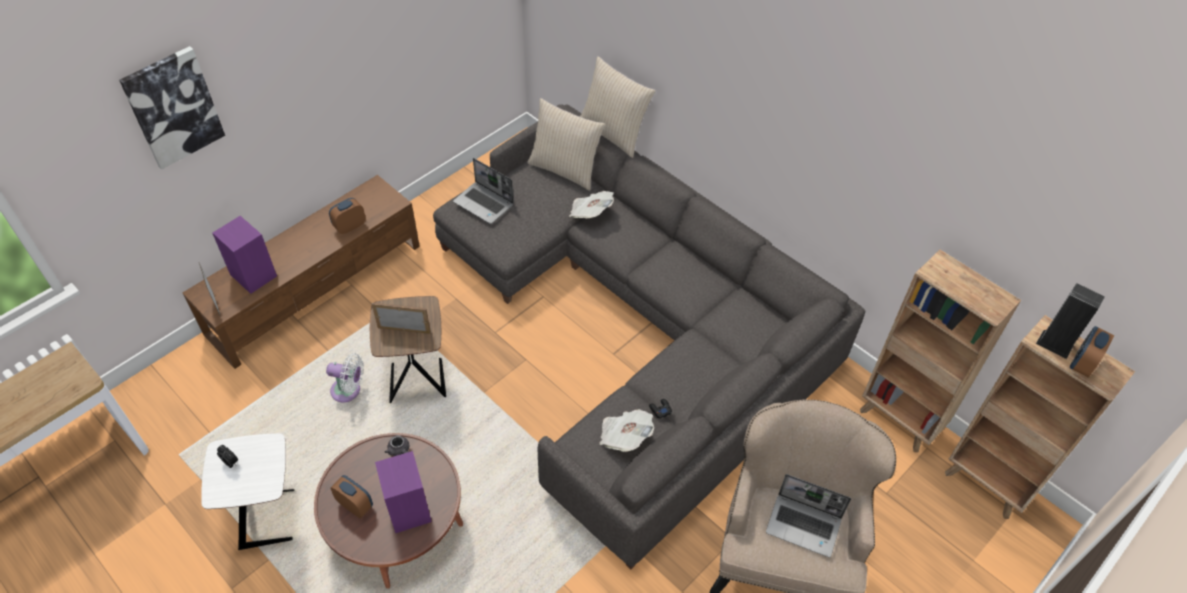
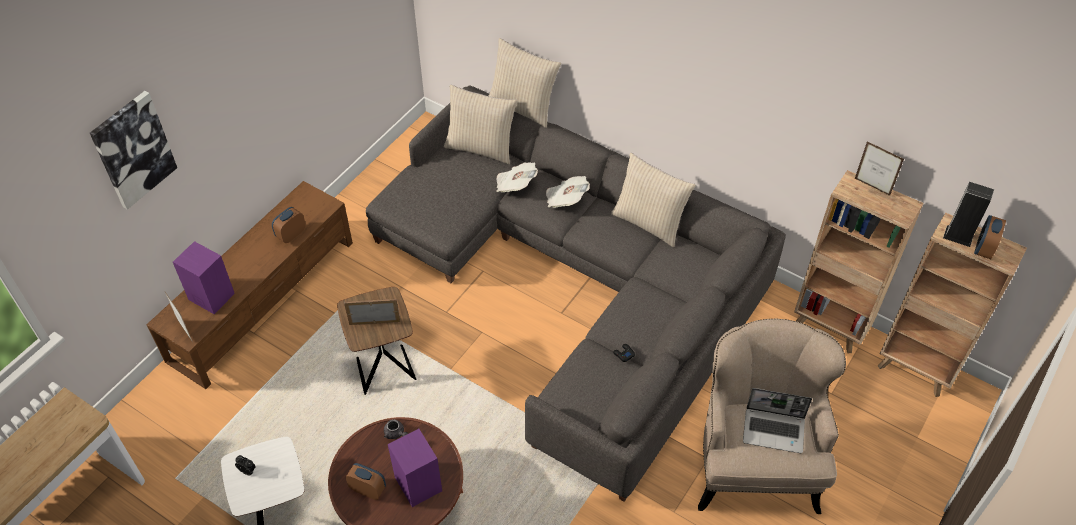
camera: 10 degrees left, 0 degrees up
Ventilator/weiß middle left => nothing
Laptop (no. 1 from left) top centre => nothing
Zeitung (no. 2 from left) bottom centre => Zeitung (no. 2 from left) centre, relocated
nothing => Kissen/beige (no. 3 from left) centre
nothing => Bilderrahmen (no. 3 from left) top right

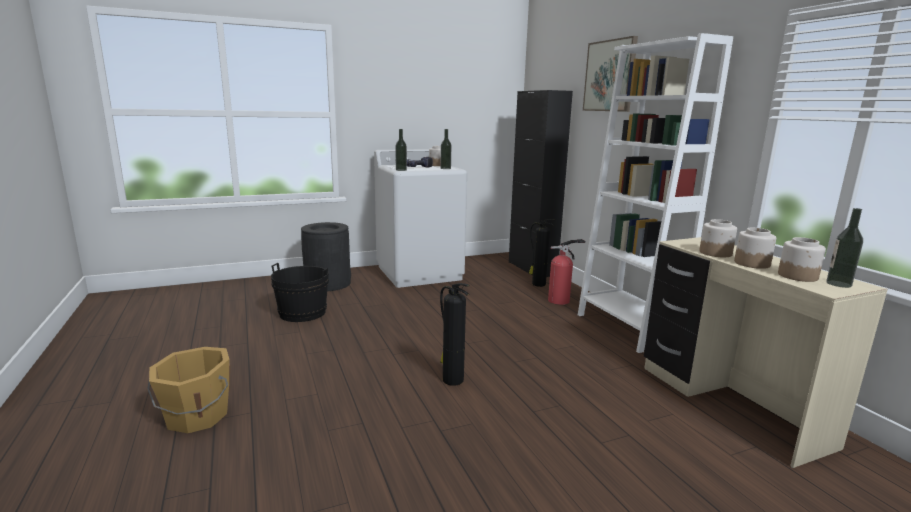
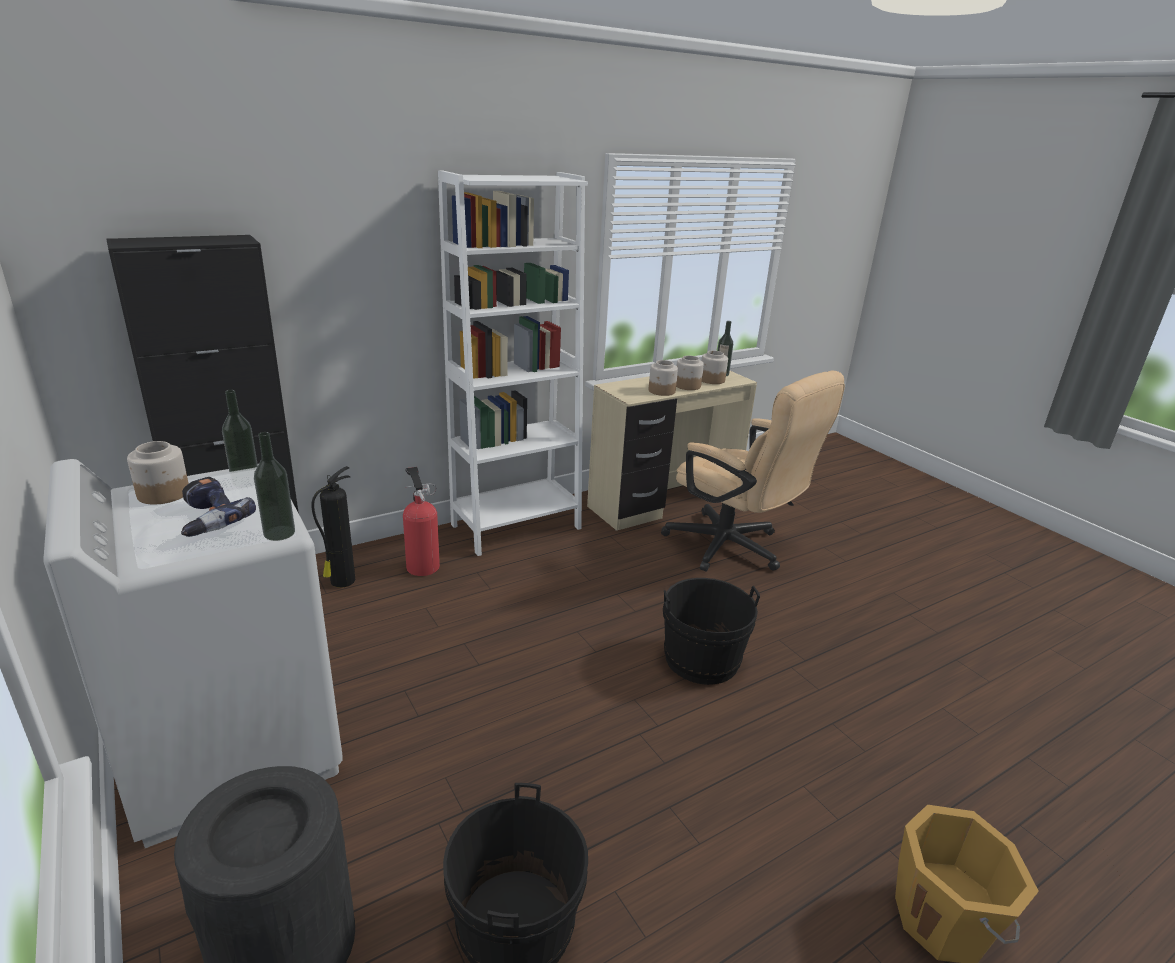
camera: 100 degrees left, 10 degrees up
Feuerlöscher (no. 1 from left) centre => Eimer/schwarz (no. 2 from left) centre
Bild top right => nothing
nothing => Bürostuhl/beige centre

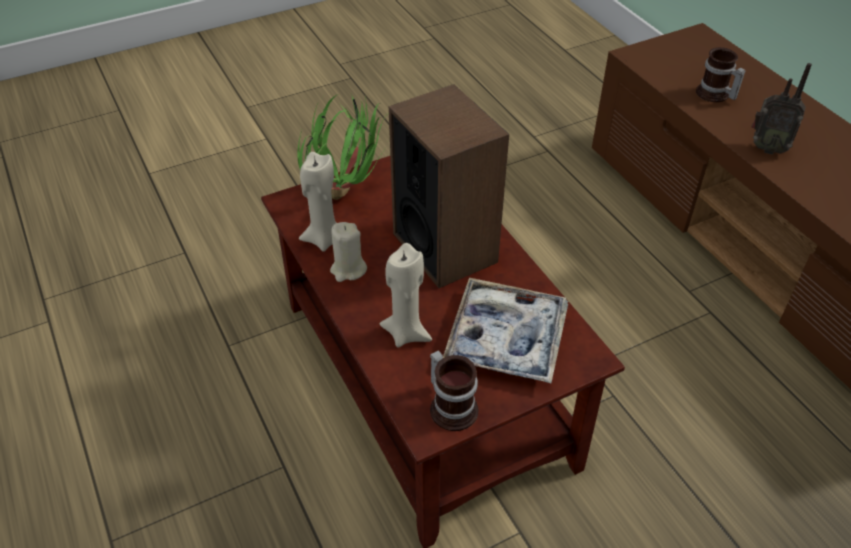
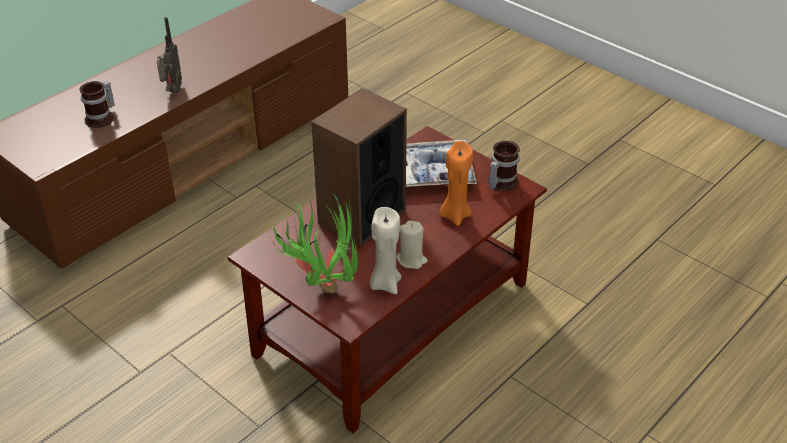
camera: 110 degrees left, 5 degrees down
Kerze/beige (no. 3 from left) centre => Kerze/orange centre

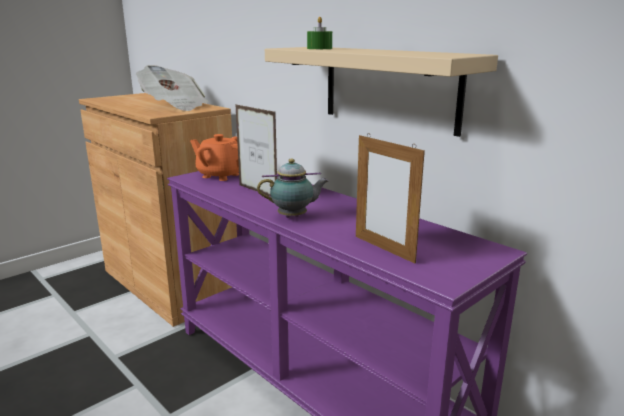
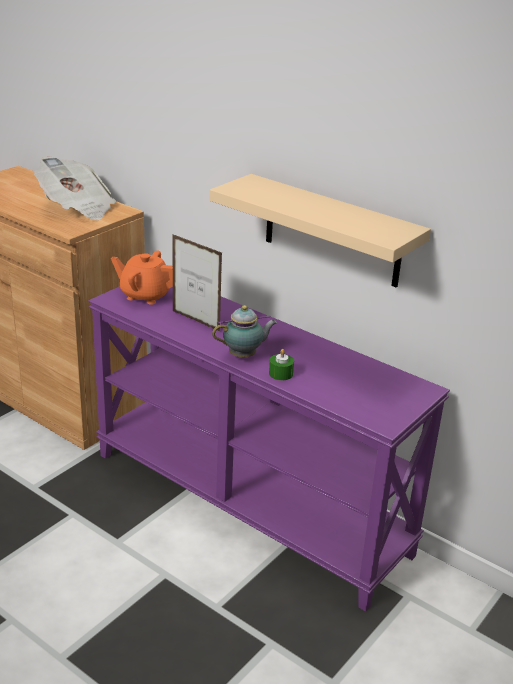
camera: 10 degrees left, 10 degrees up
Kerze/grün top centre => Kerze/grün centre, relocated
Bilderrahmen (no. 2 from left) centre => nothing

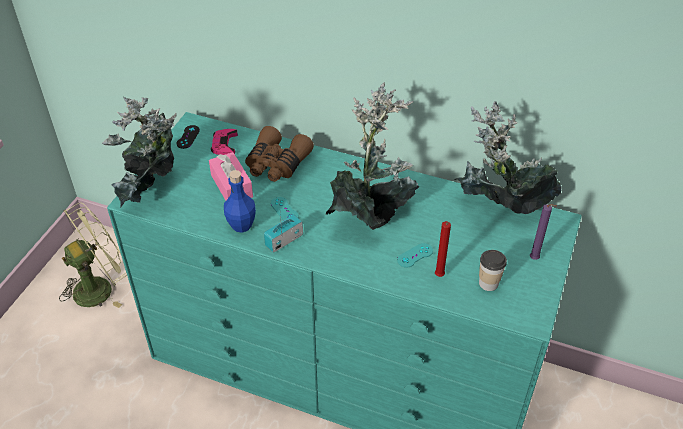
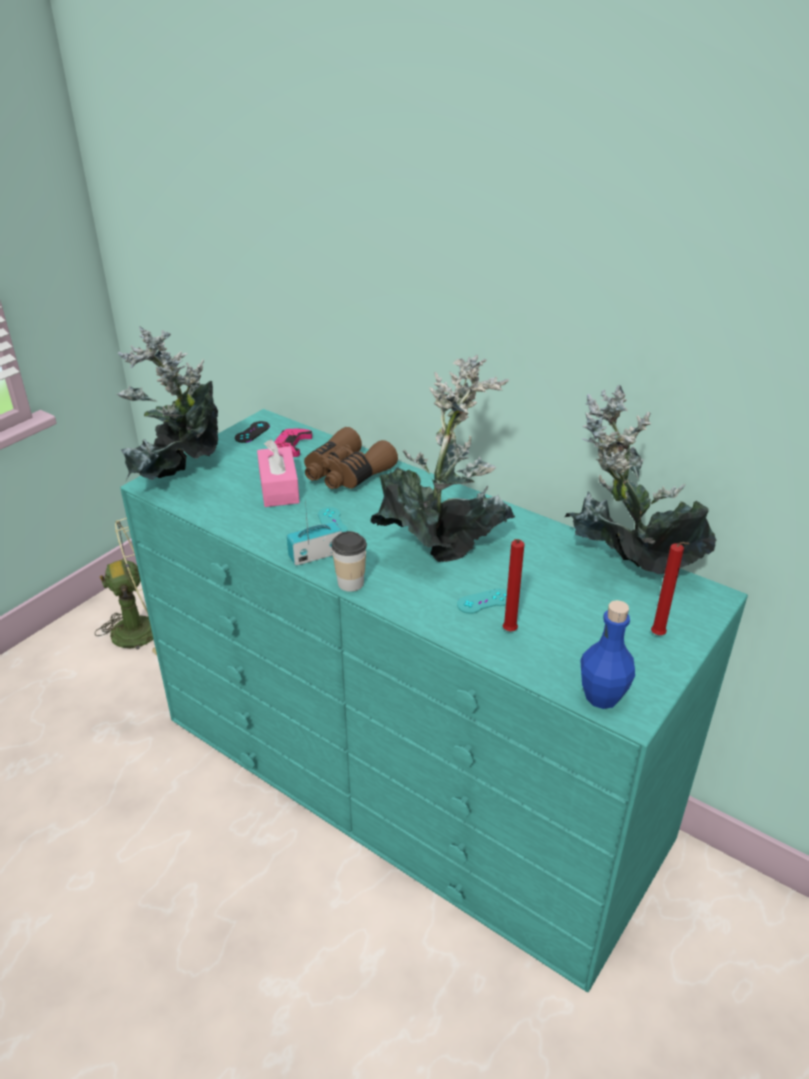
camera: 15 degrees right, 10 degrees down
Flasche/blau centre => Flasche/blau middle right, relocated
Tasse middle right => Tasse centre, relocated
Kerze/lila middle right => Kerze/rot (no. 2 from left) middle right

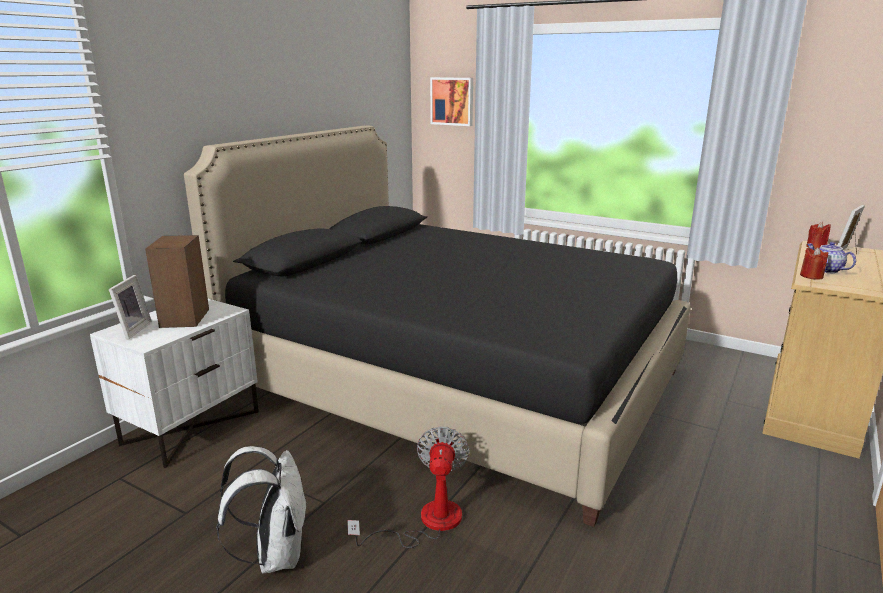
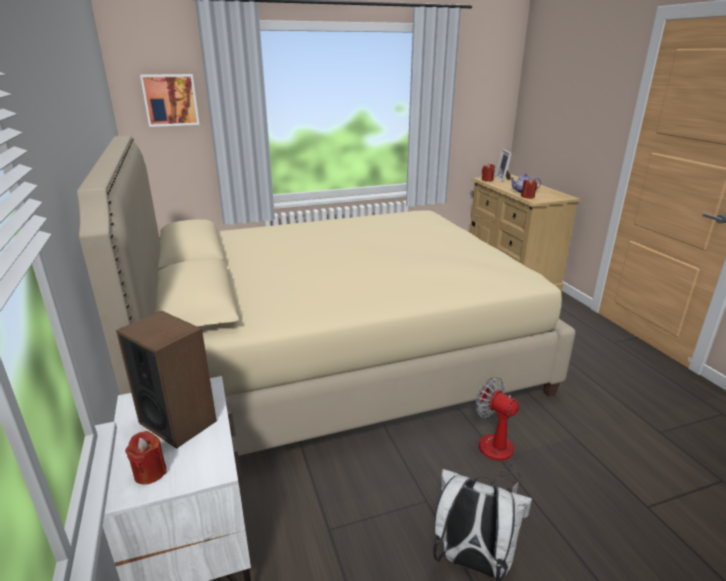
camera: 50 degrees left, 5 degrees up
Bilderrahmen (no. 1 from left) middle left => Kerze/rot (no. 1 from left) bottom left
Bett/schwarz centre => Bett/beige centre

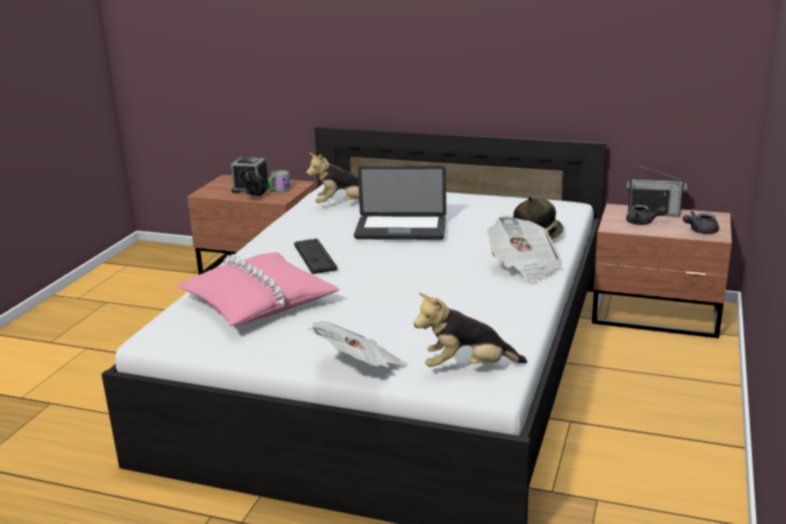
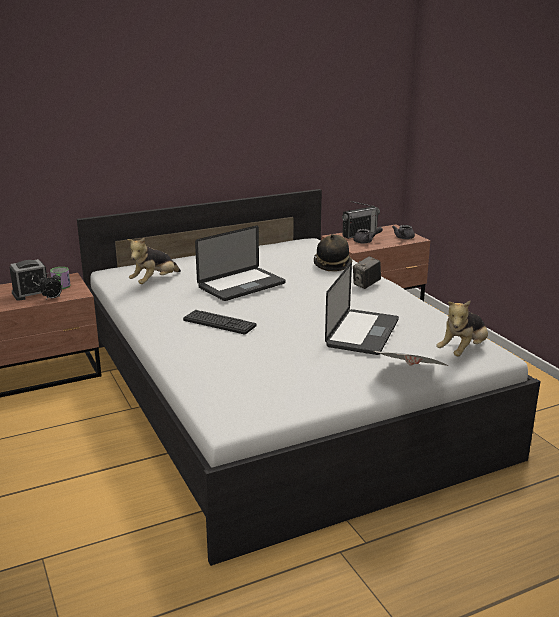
camera: 45 degrees left, 0 degrees up
Kissen/rosa middle left => nothing
Zeitung (no. 2 from left) middle right => Kamera centre
nothing => Laptop (no. 2 from left) centre

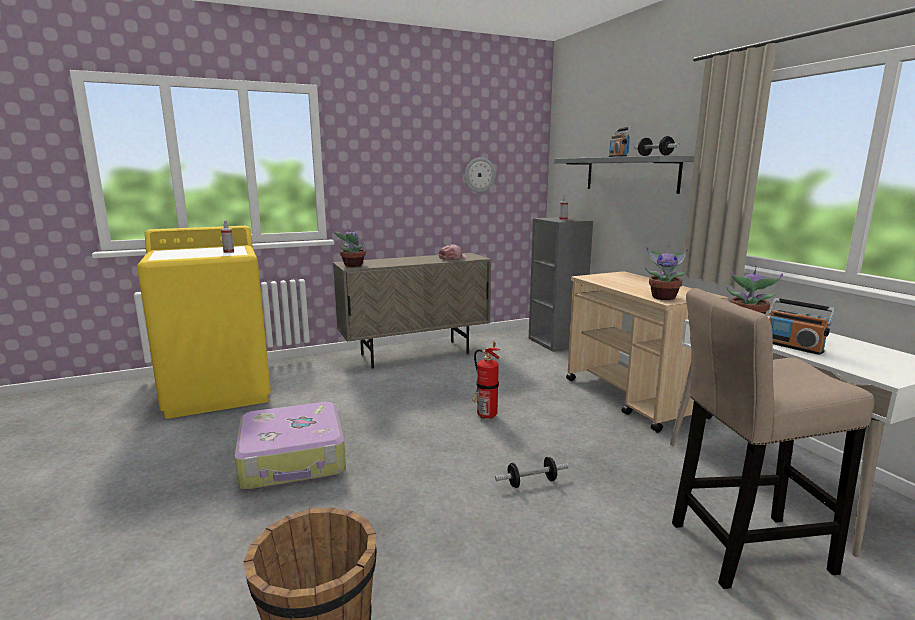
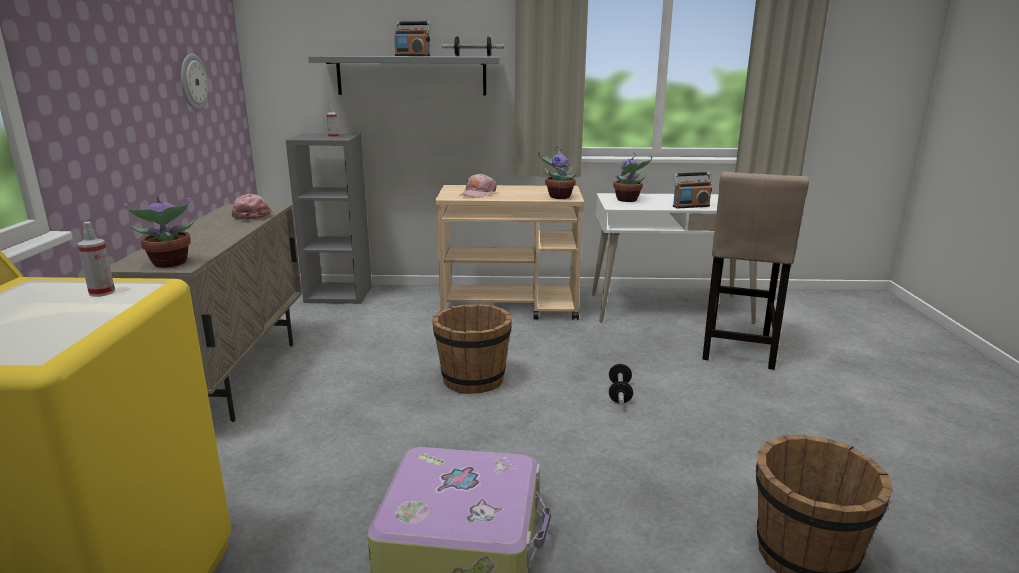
camera: 65 degrees left, 5 degrees up
Feuerlöscher centre => Eimer/braun (no. 1 from left) centre
nothing => Kappe/rosa (no. 2 from left) top centre

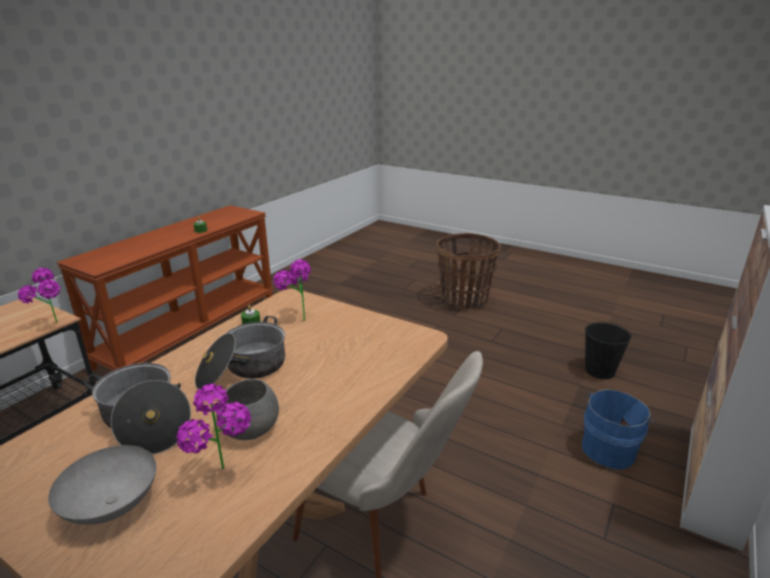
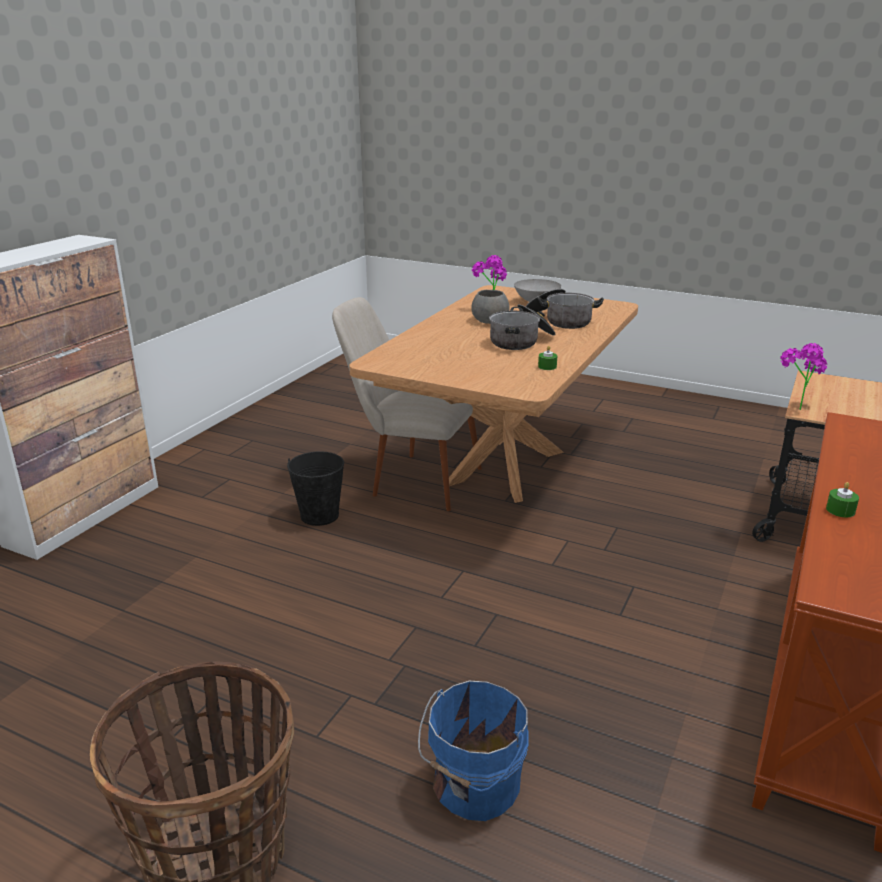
camera: 175 degrees right, 0 degrees up
Topfpflanze (no. 3 from left) centre => nothing
Eimer/blau bottom right => Eimer/blau bottom centre, relocated
Eimer/schwarz middle right => Eimer/schwarz centre, relocated

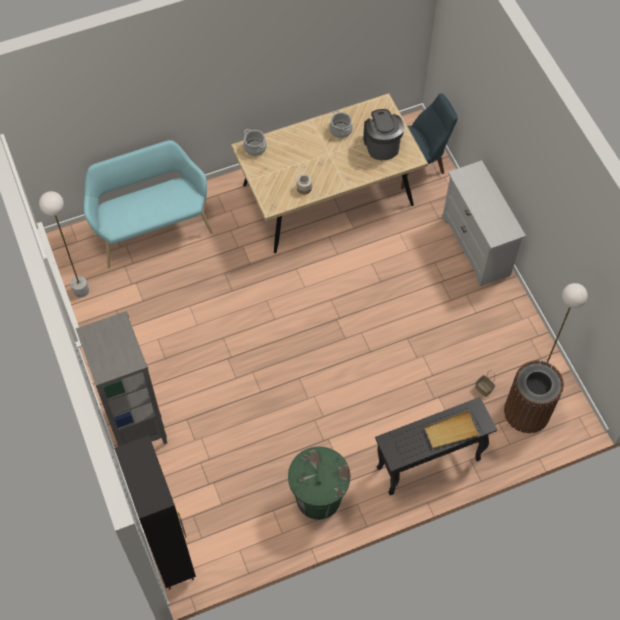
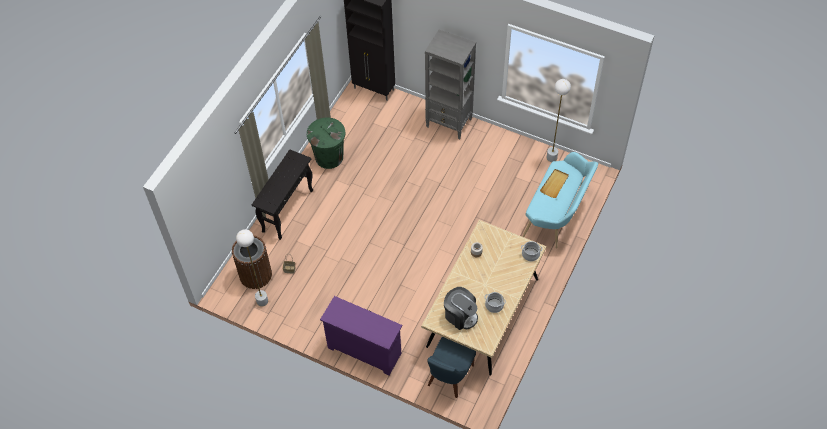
camera: 140 degrees right, 5 degrees down
Tablett/beige bottom right => Tablett/beige middle right, relocated
Kommode/weiß middle right => Kommode/lila bottom centre

